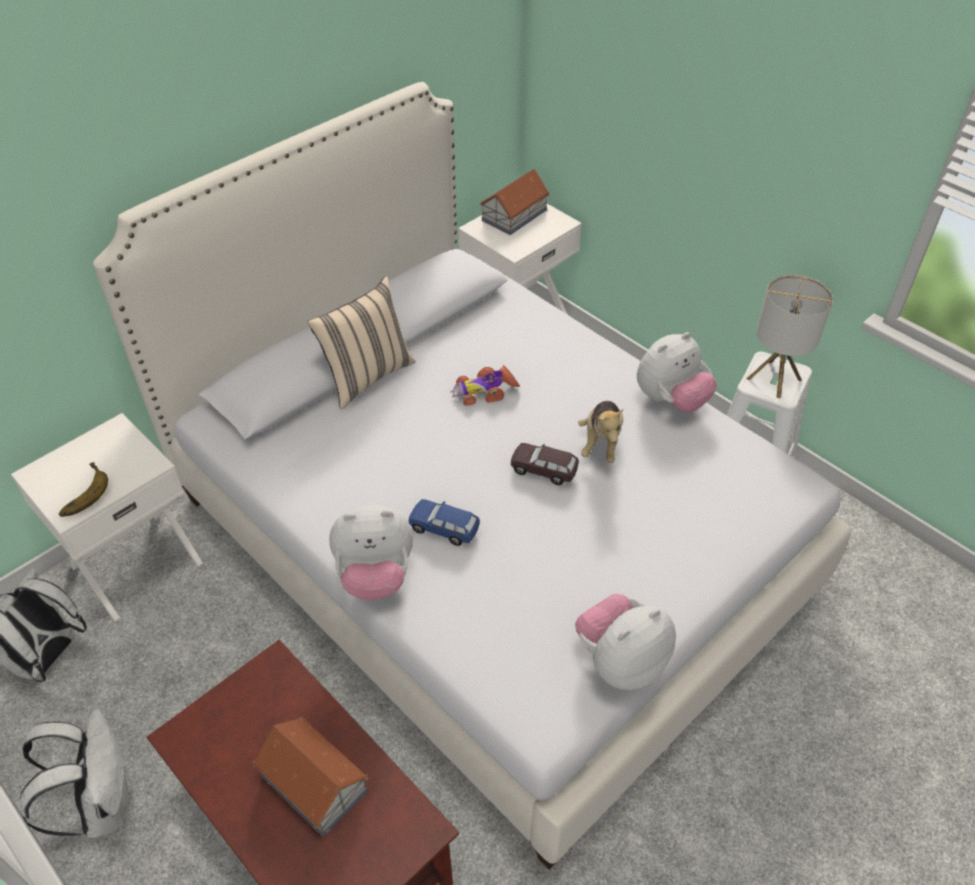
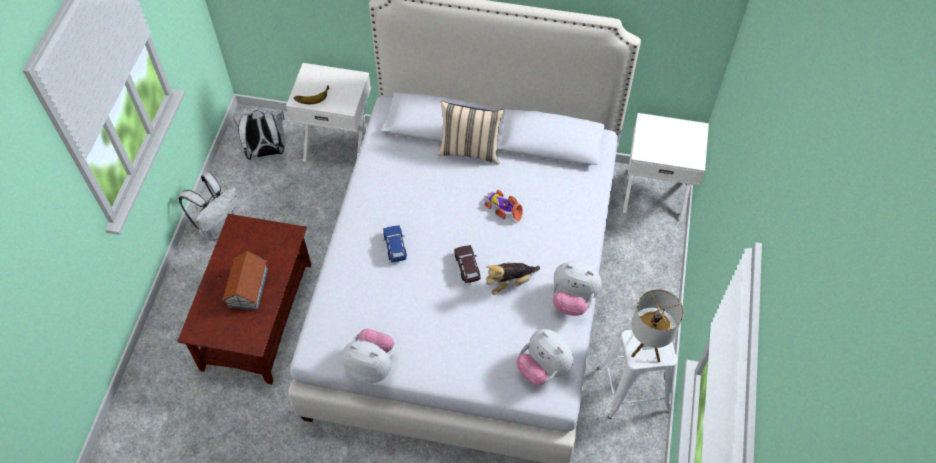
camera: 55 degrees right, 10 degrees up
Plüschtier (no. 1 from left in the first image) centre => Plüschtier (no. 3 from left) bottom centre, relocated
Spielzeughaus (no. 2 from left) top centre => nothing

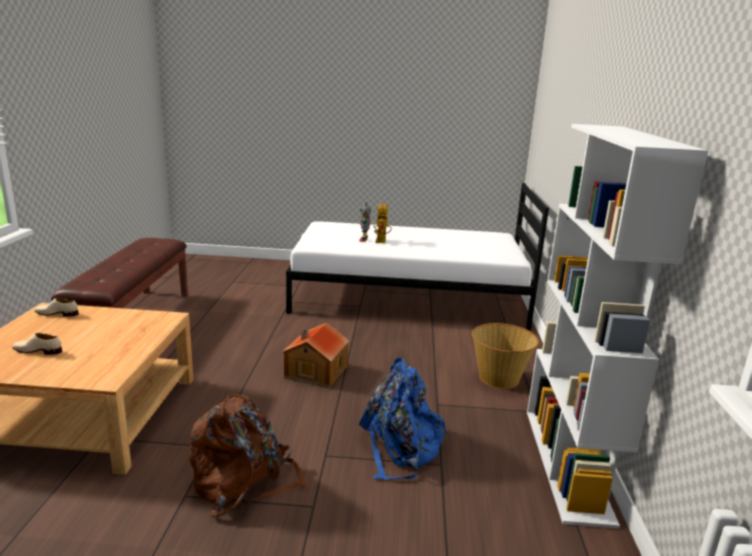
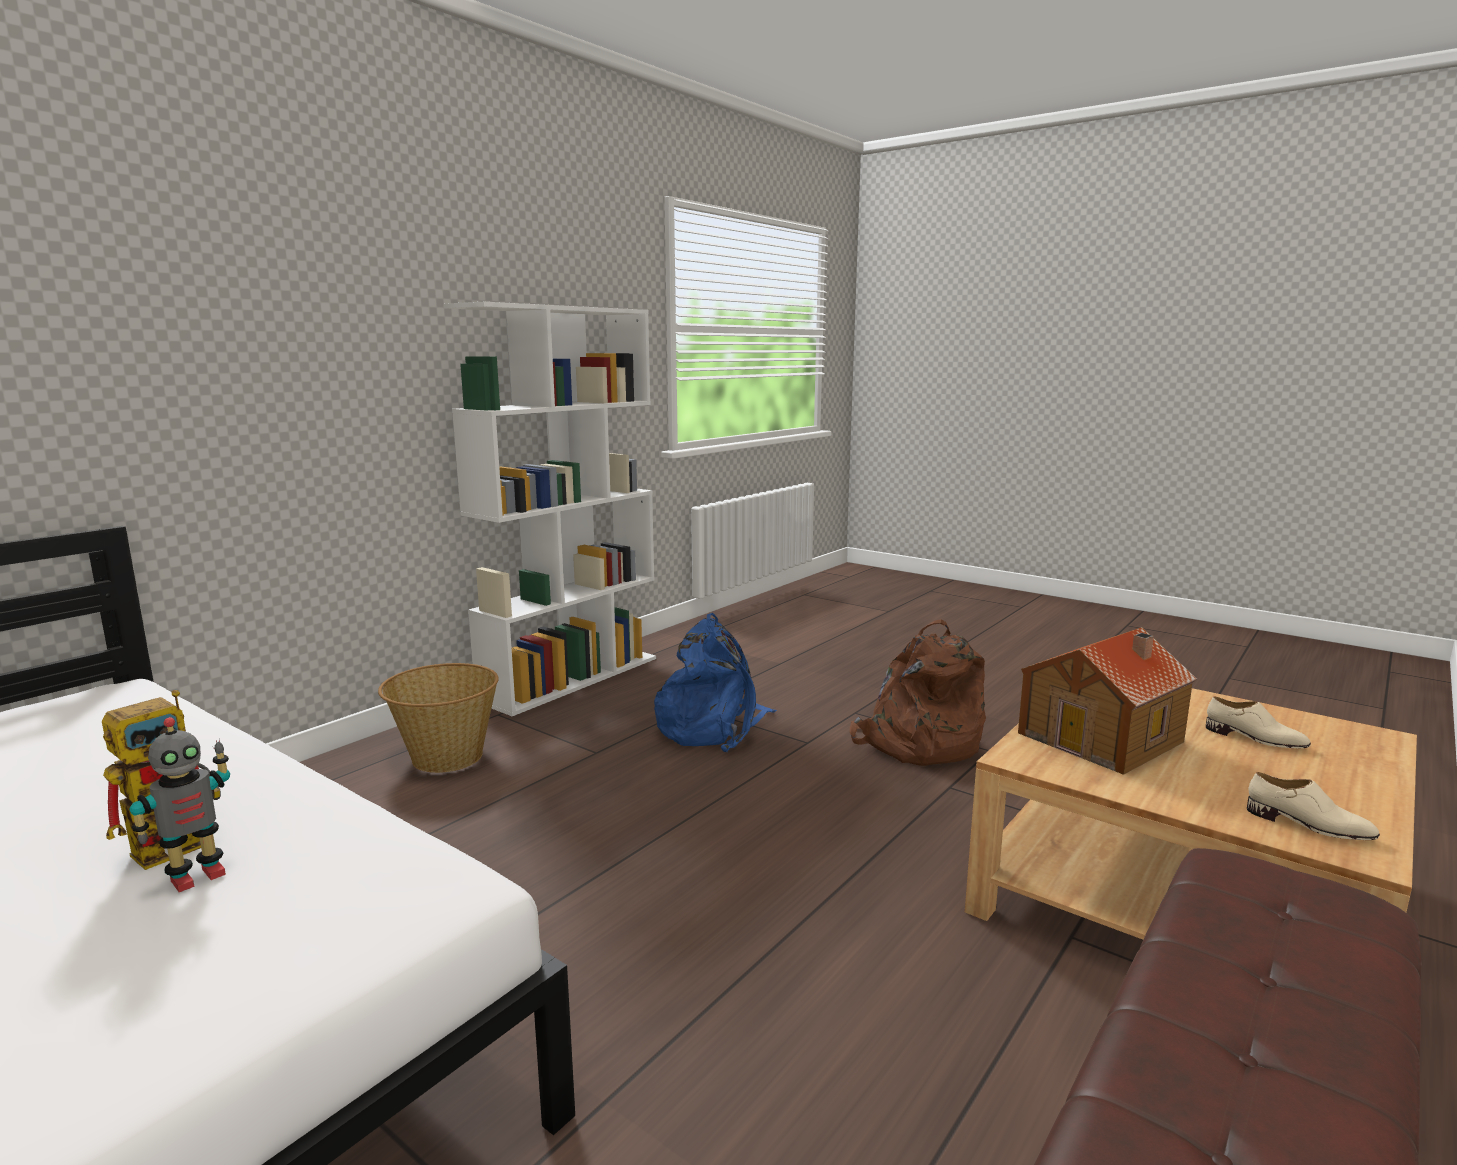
camera: 145 degrees left, 5 degrees down
Spielzeughaus centre => Spielzeughaus middle right, relocated

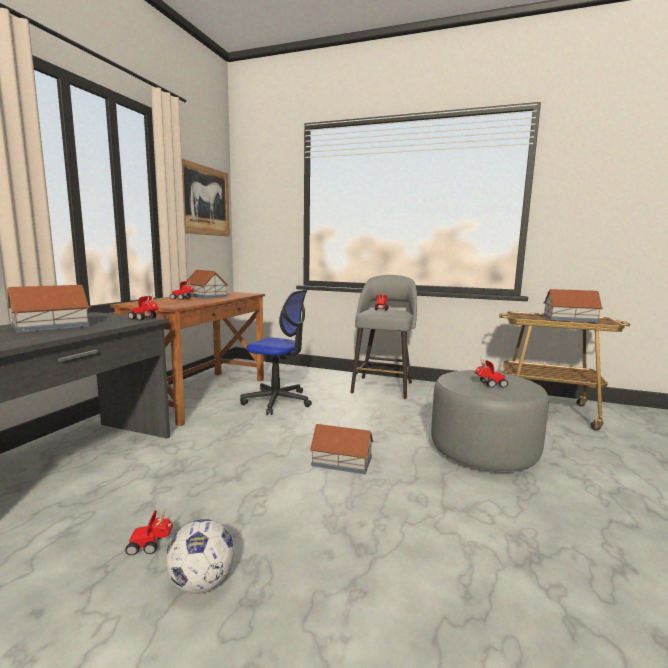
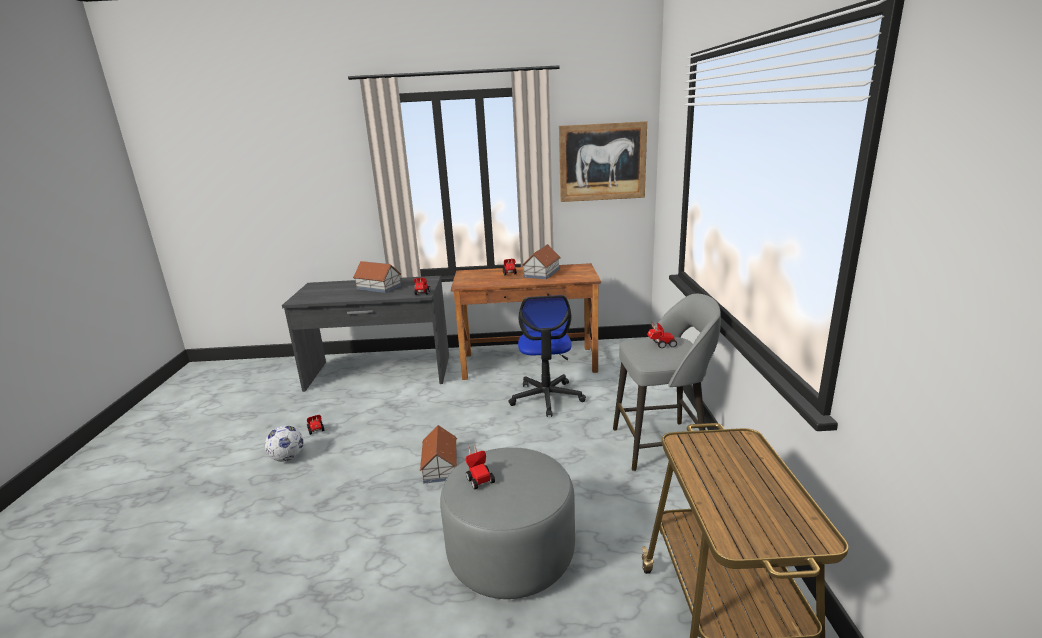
camera: 70 degrees right, 10 degrees up
Spielzeughaus (no. 4 from left) middle right => nothing

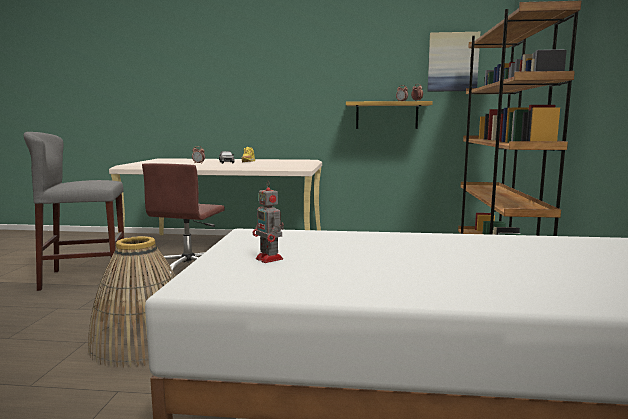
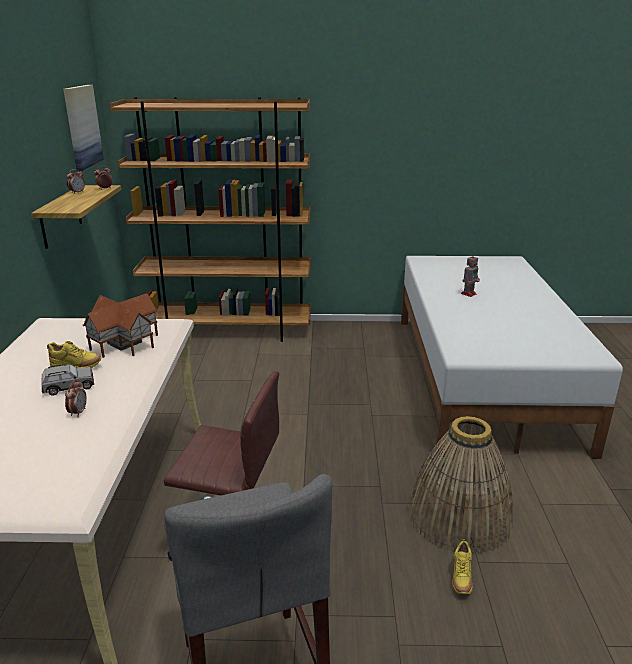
camera: 95 degrees left, 15 degrees up
Spielzeugroboter centre => Spielzeugroboter middle right, relocated
nothing => Spielzeughaus middle left
nothing => Schuh/gelb (no. 2 from left) bottom right

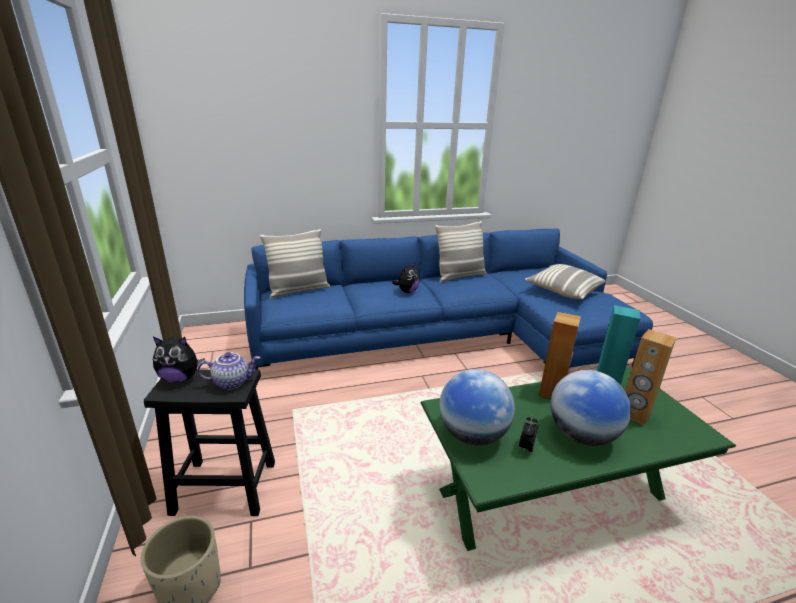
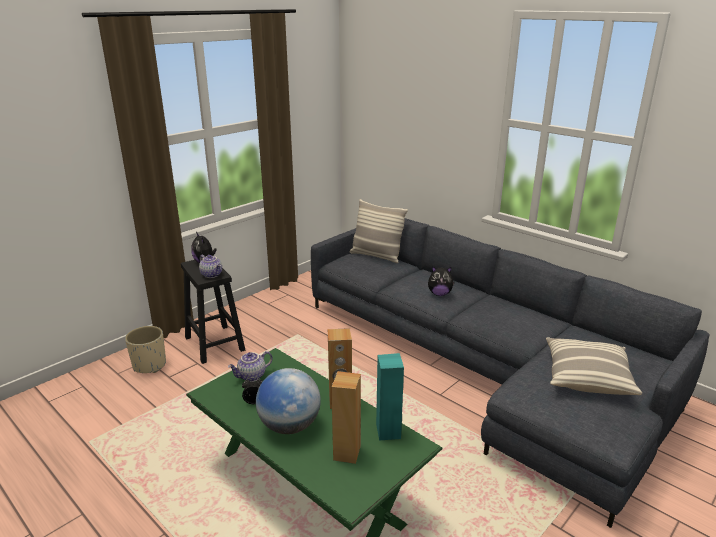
camera: 60 degrees right, 0 degrees up
Sofa/blau centre => Sofa/grau bottom right
Kissen (no. 2 from left) centre => nothing
Globus (no. 1 from left) bottom centre => Teekanne (no. 2 from left) bottom centre

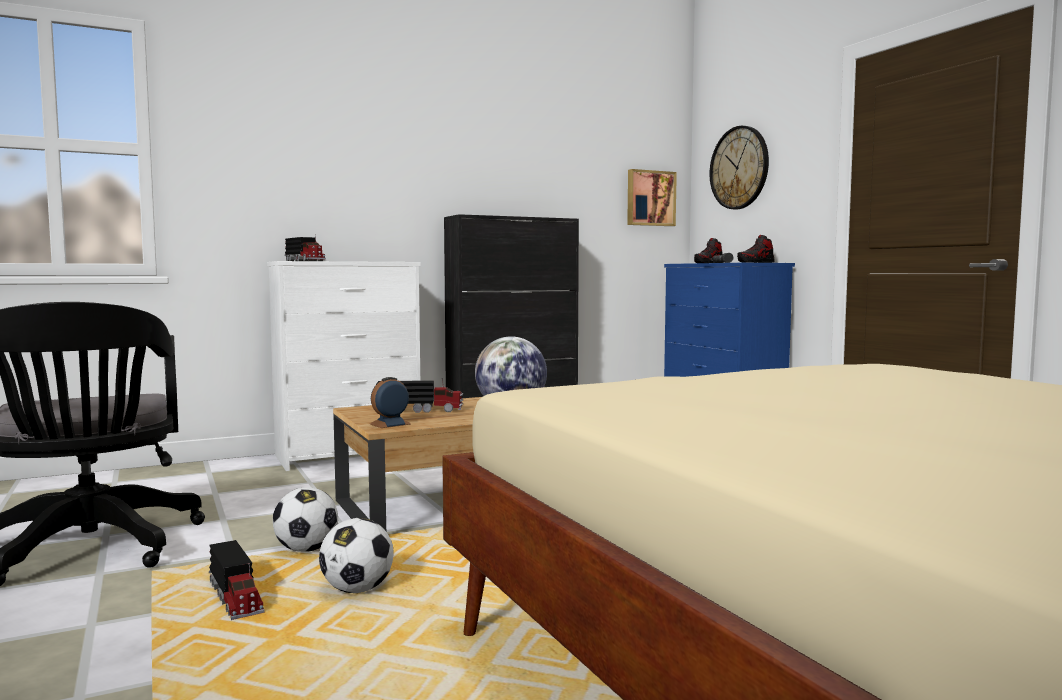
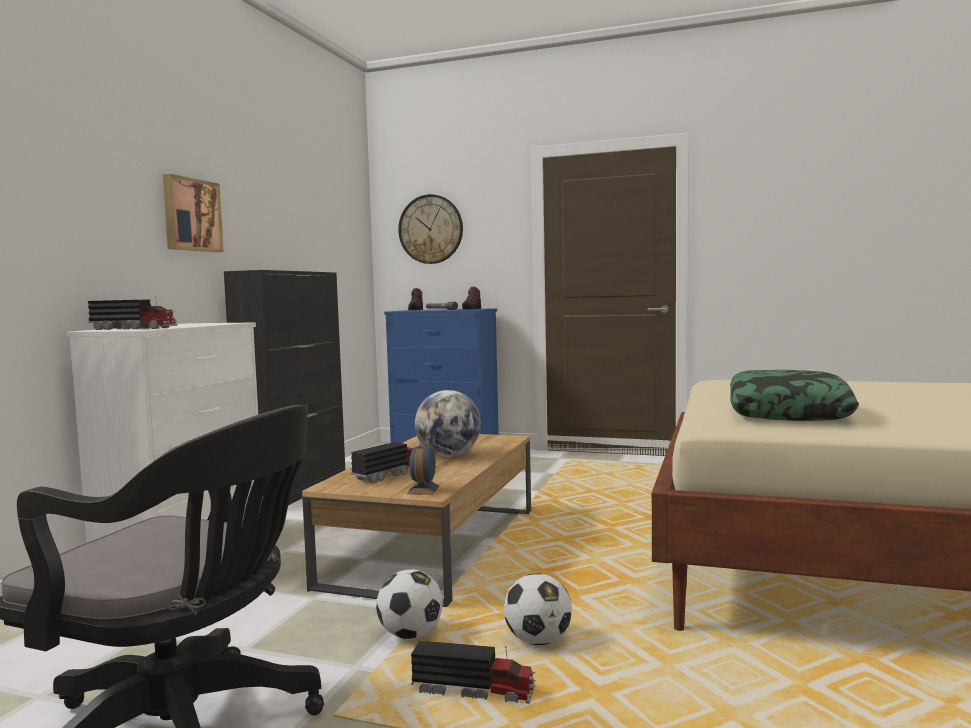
camera: 45 degrees left, 0 degrees up
Bild top centre => Bild top left, relocated
nothing => Kissen middle right

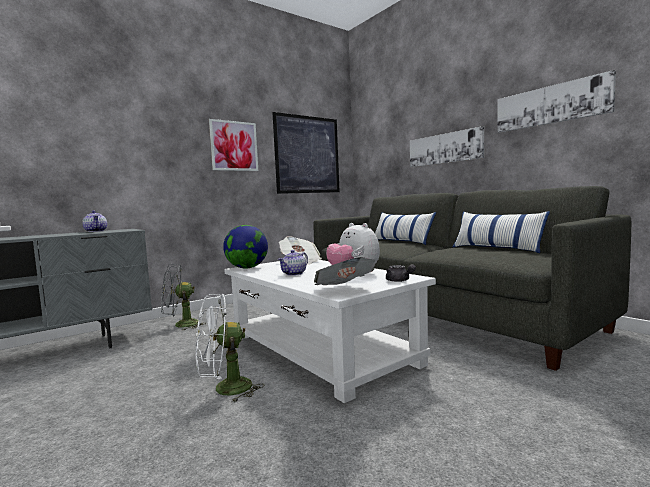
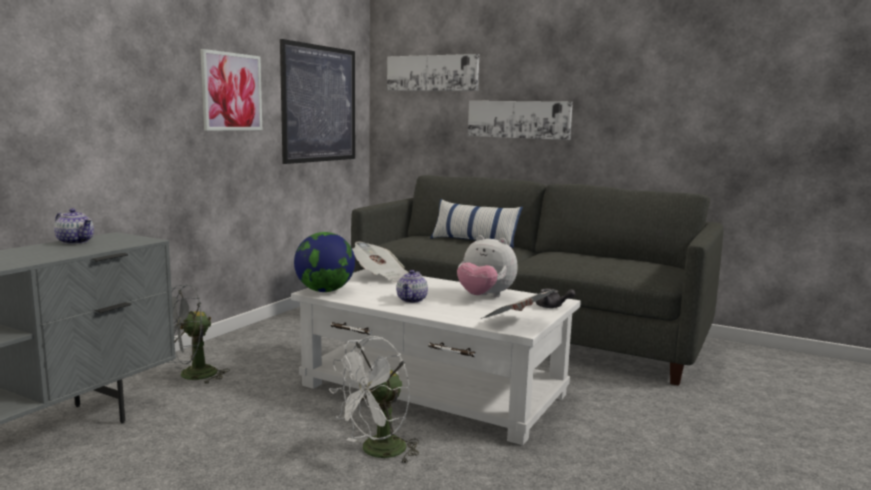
camera: 25 degrees left, 5 degrees up
Kissen (no. 2 from left) middle right => nothing
Bild (no. 4 from left in the first image) top right => Bild (no. 3 from left) top centre, relocated

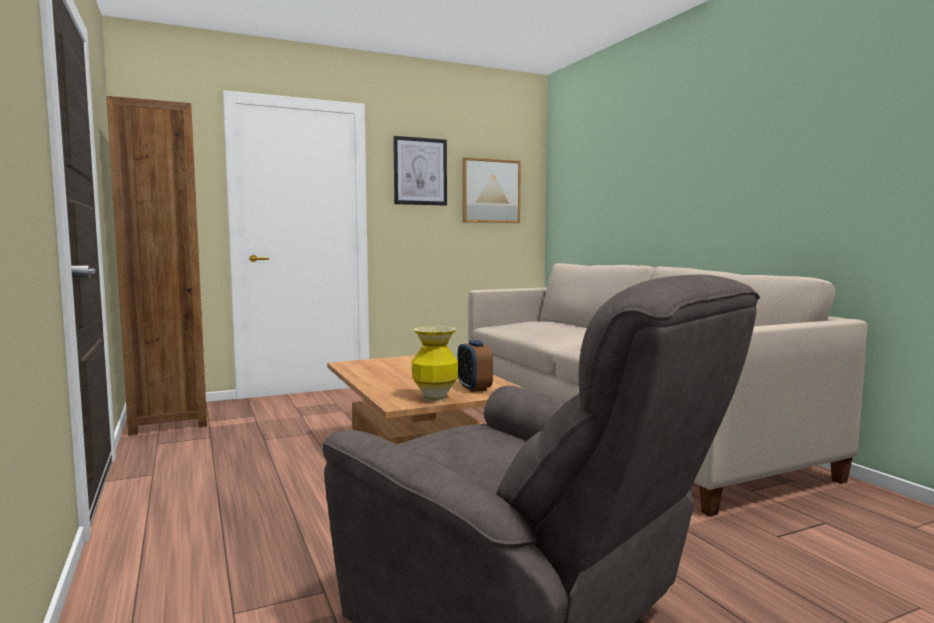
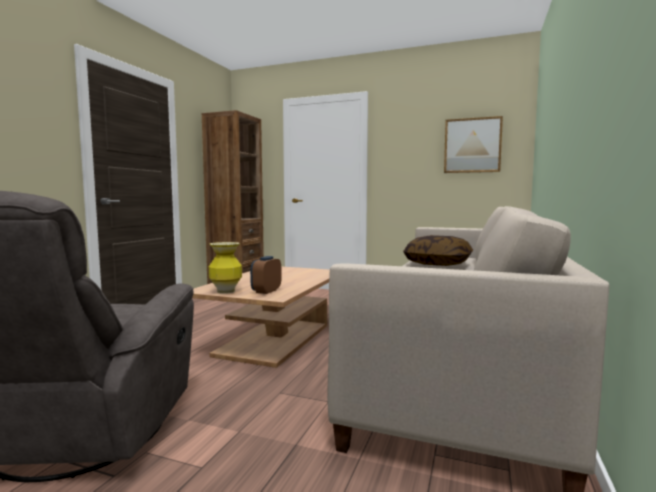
camera: 45 degrees right, 0 degrees up
Bild (no. 1 from left) top centre => nothing
nothing => Kissen middle right

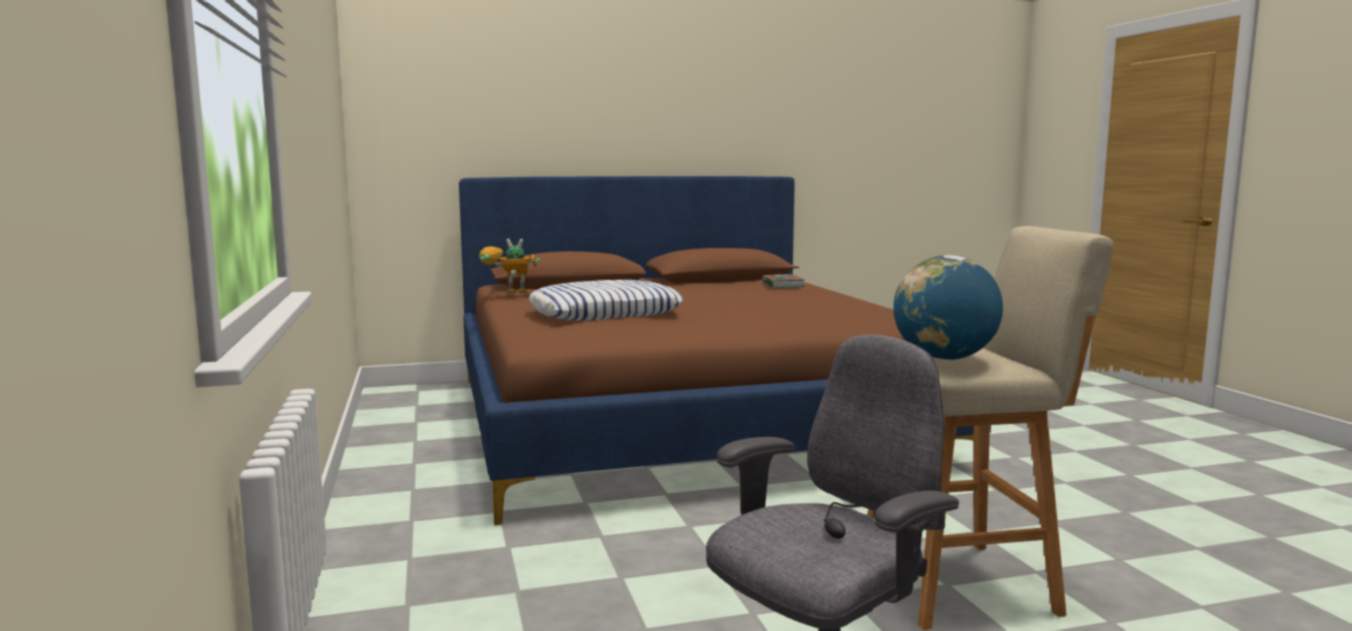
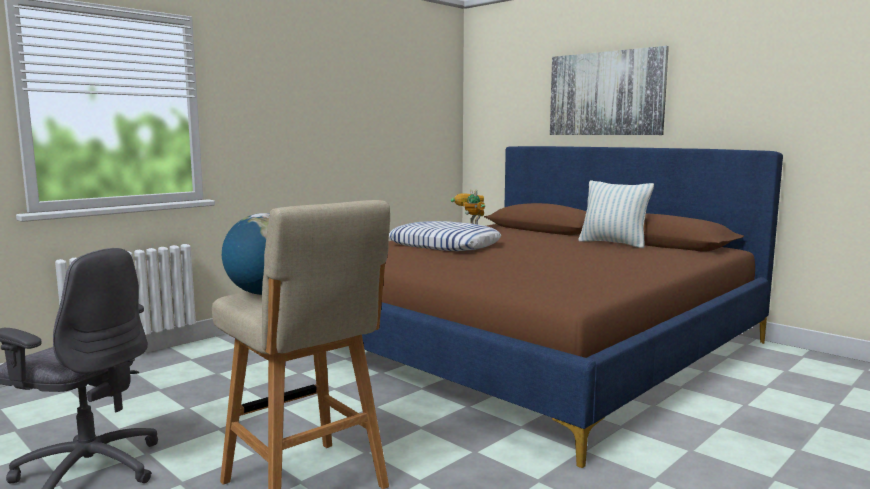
camera: 60 degrees right, 0 degrees up
Buch centre => nothing
nothing => Bild top right
nothing => Kissen (no. 2 from left) middle right

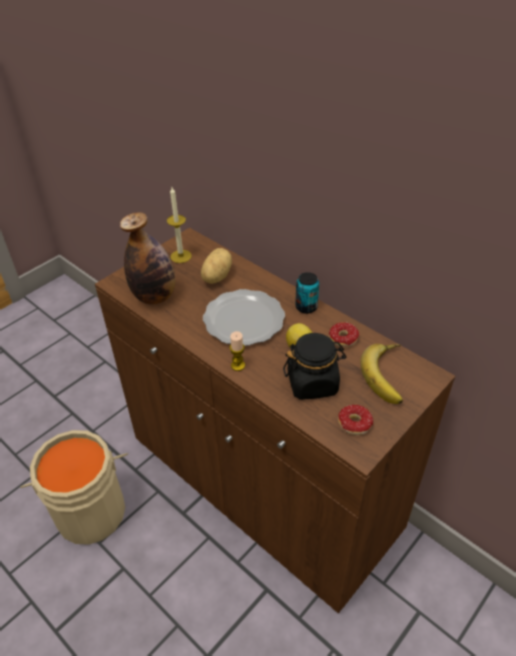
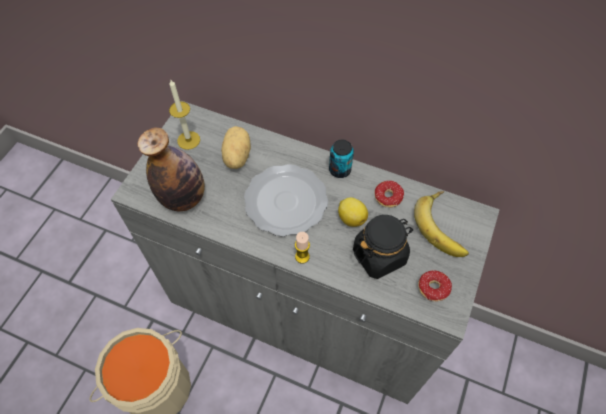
camera: 20 degrees left, 15 degrees up
Schrank/braun centre => Schrank/grau centre

